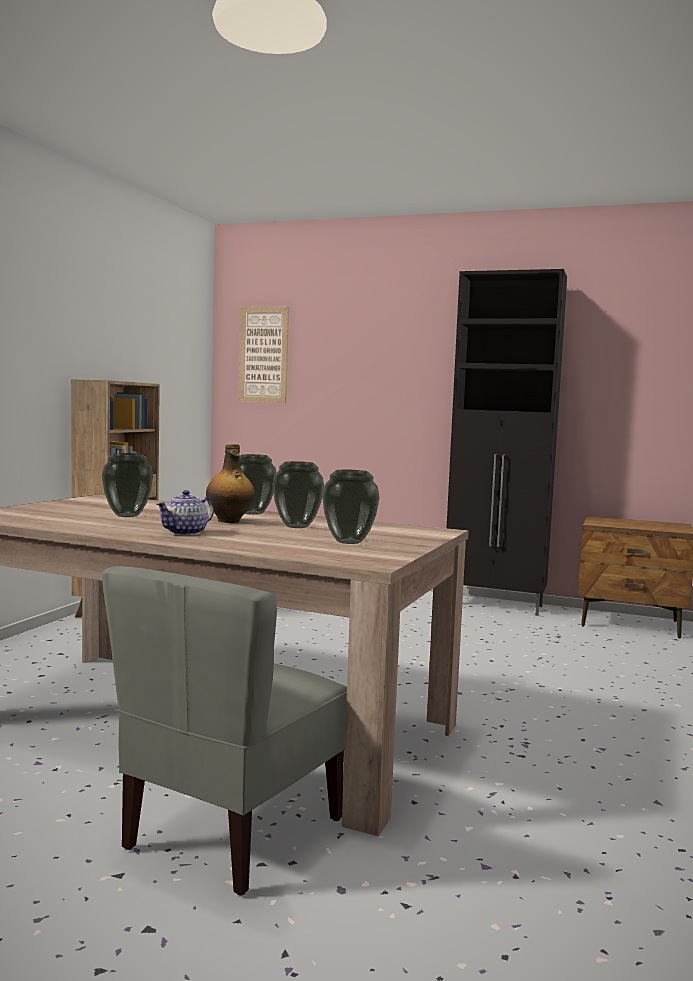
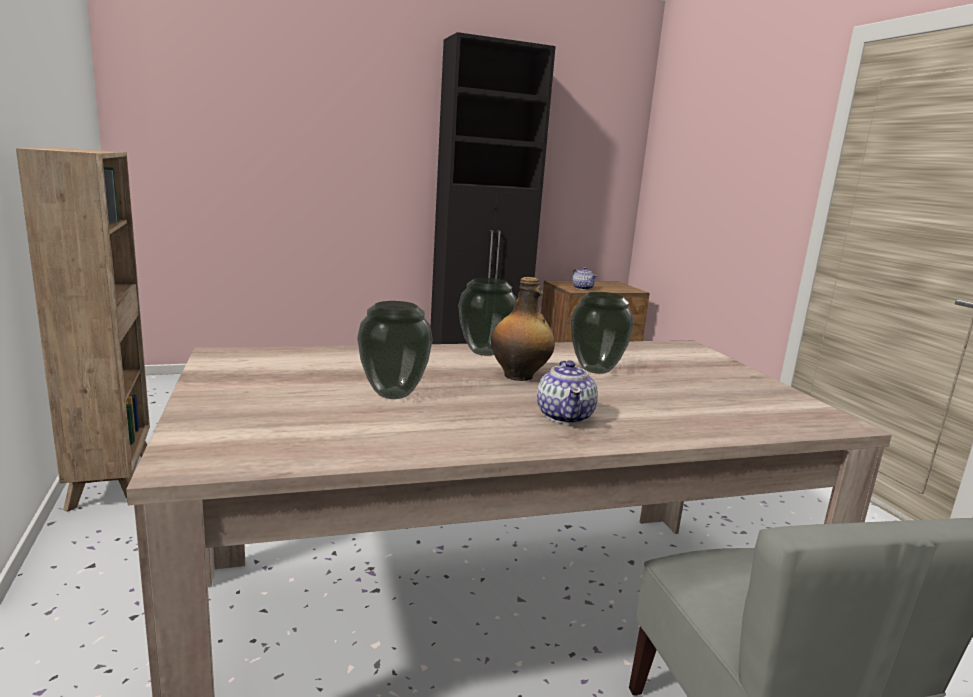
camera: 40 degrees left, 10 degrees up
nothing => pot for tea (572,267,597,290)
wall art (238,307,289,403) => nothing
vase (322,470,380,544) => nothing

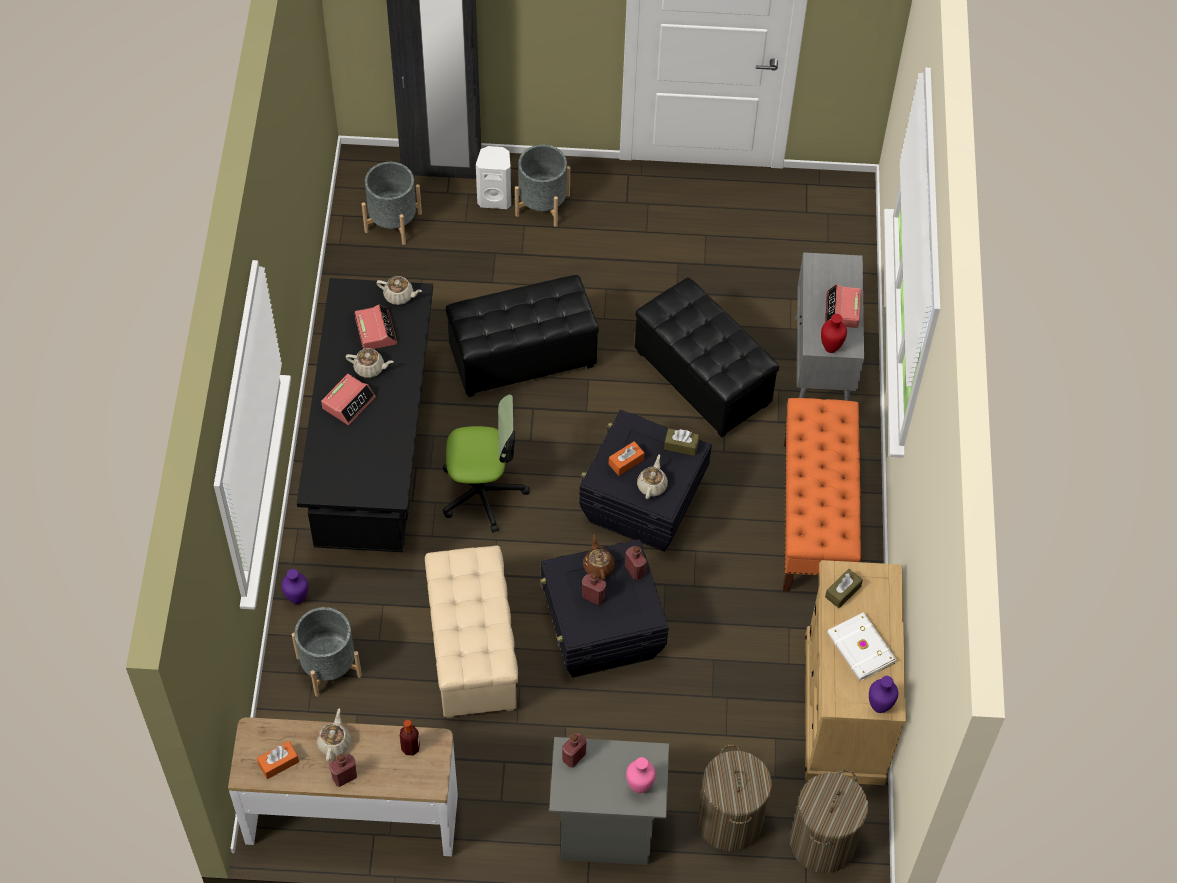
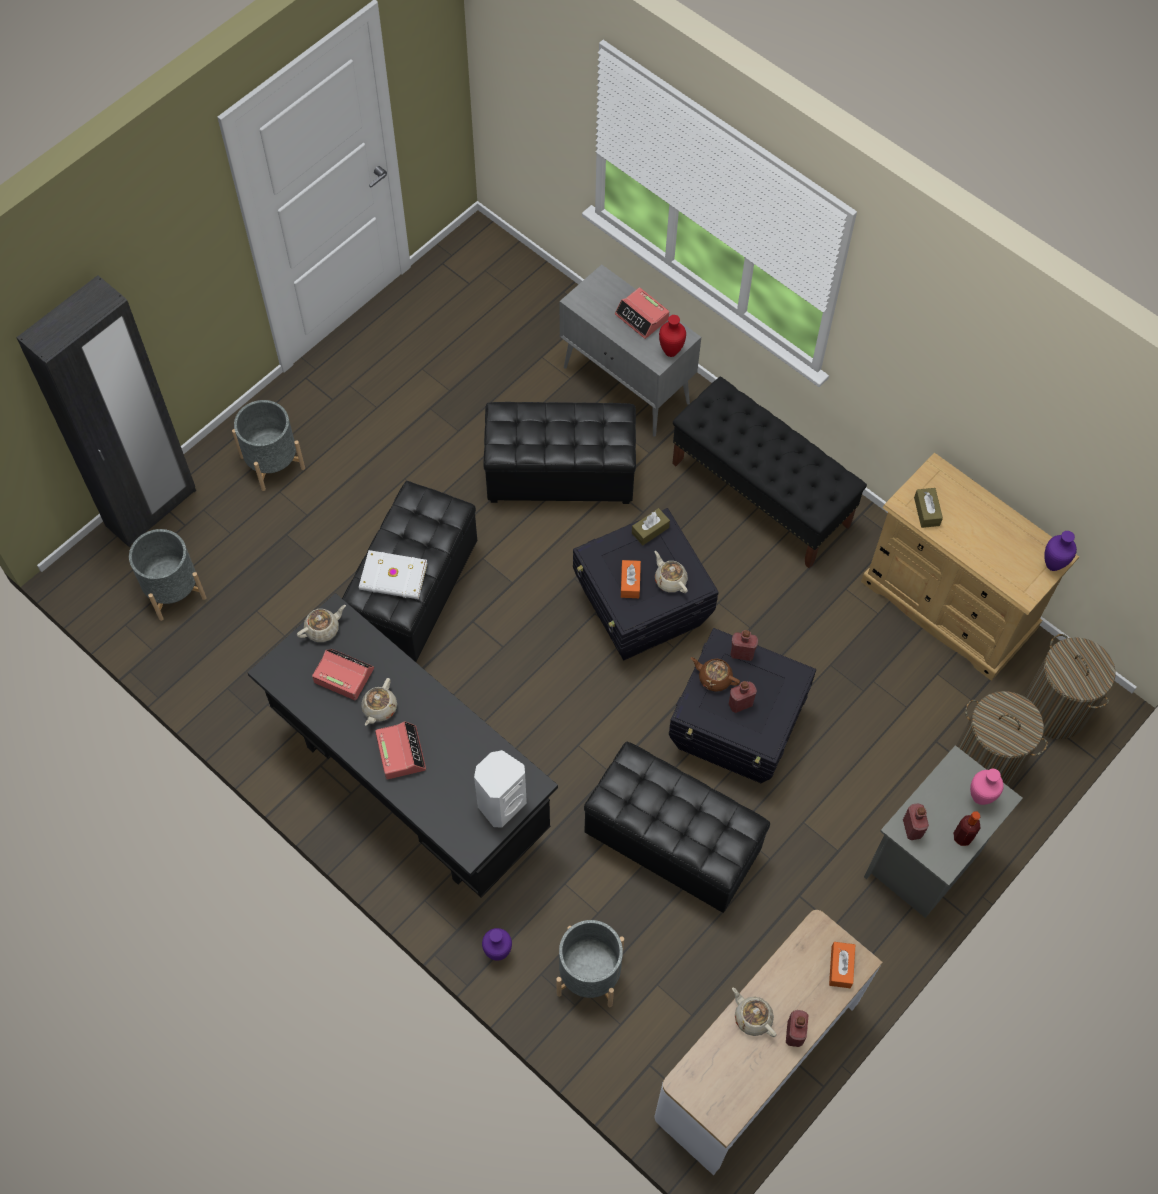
camera: 50 degrees left, 5 degrees up
bound book (whitish) (827,612,897,681) => bound book (whitish) (359,550,428,599), shifted
pot for tea (beige) (346,348,394,378) => pot for tea (beige) (361,678,397,726), 150 degrees clockwise
loudspeaker (whitish) (476,146,511,209) => loudspeaker (whitish) (474,750,527,828), shifted
pouffe (beige) (425,546,518,718) => pouffe (black) (584,742,770,913)
indoor bench (orange) (783,398,861,592) => indoor bench (black) (672,377,867,569)
tissue holder (orange) (257,741,299,779) => tissue holder (orange) (829,942,855,988), shifted
drink bottle (400,720,420,756) => drink bottle (953,812,981,846), shifted
desk chair (443,394,530,533) => nothing

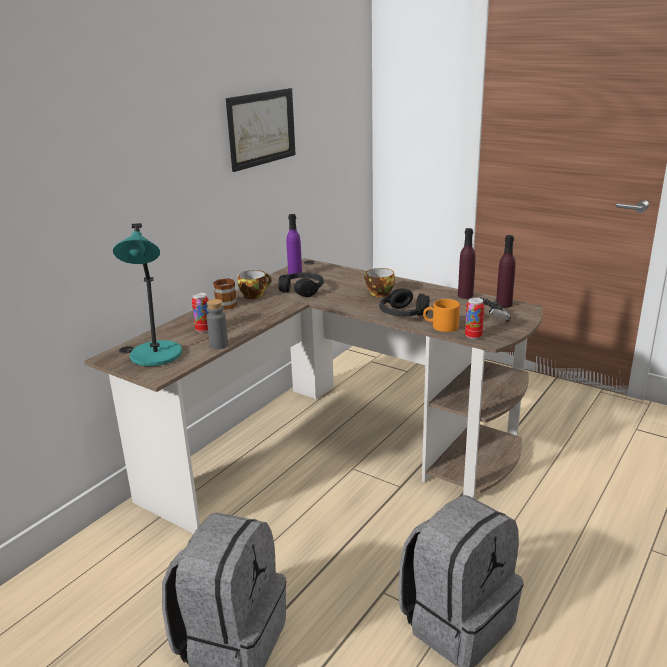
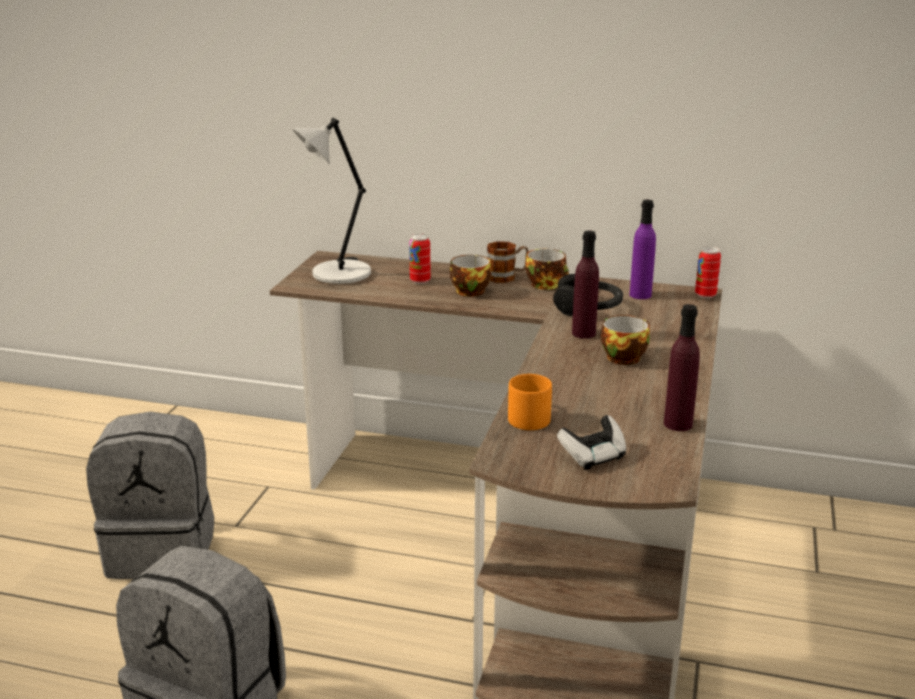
camera: 70 degrees right, 0 degrees up
table lamp (blue-green) (113,223,182,366) => table lamp (grey) (292,118,371,284)
nothing => cup (450,255,491,297)
drink bottle (purple) (496,235,516,308) => drink bottle (purple) (572,231,599,339), shifted
metal can (465,298,484,339) => metal can (695,246,721,298), shifted
drink bottle (grey) (207,299,228,349) => nothing
wall art (226,88,296,172) => nothing
pair of headphones (black) (380,288,430,316) => nothing

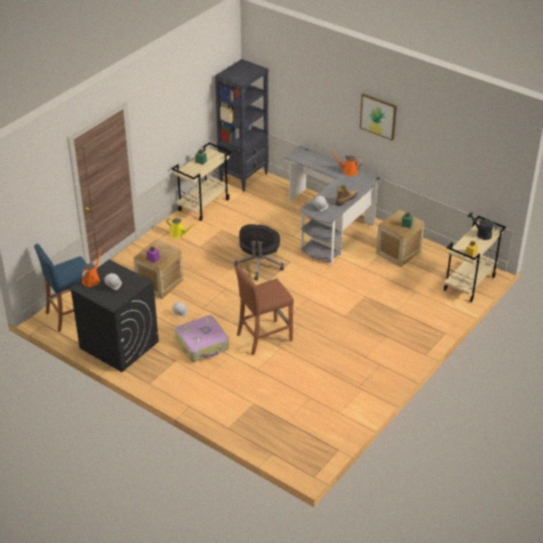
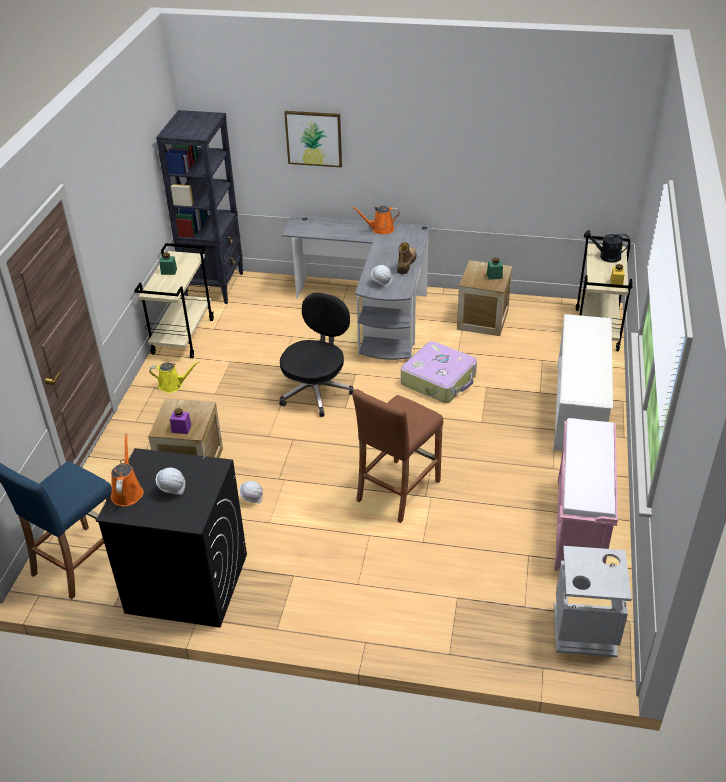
camera: 25 degrees left, 0 degrees up
desk chair (black) (234,224,284,280) => desk chair (black) (279,293,354,417), 135 degrees counterclockwise
wall art (360,94,397,141) => wall art (284,111,342,167), shifted
travel case (175,315,229,362) => travel case (401,341,477,403), shifted
nothing => shoe shelf (whitish) (553,314,613,452)
nothing => indoor bench (pinkish) (554,418,618,571)
nothing => rubbish bin (grey) (554,546,631,657)

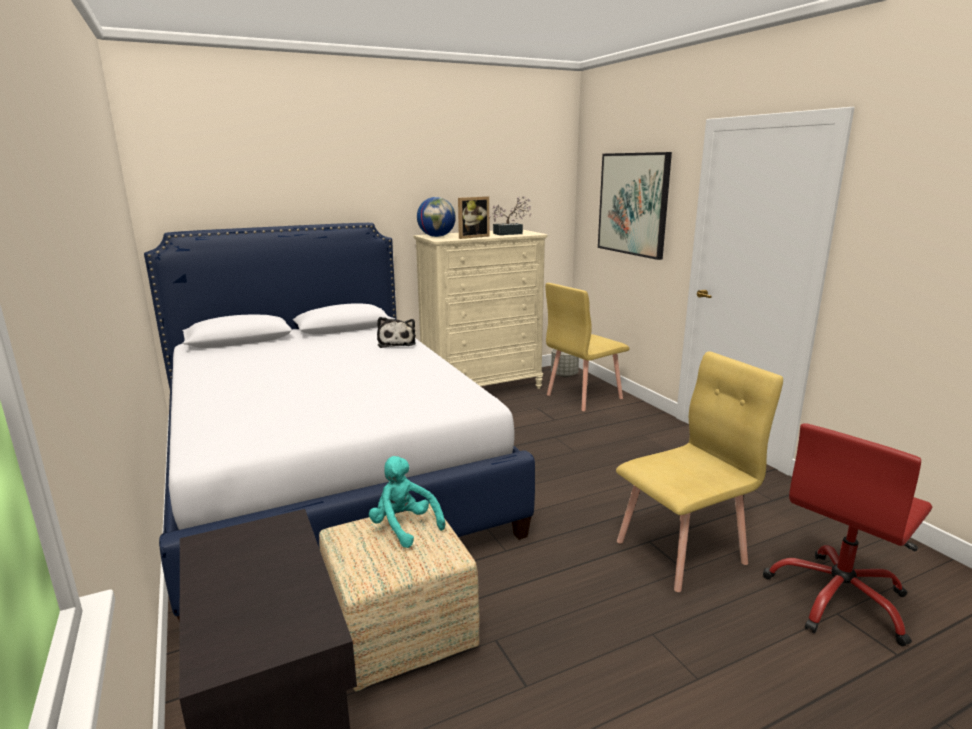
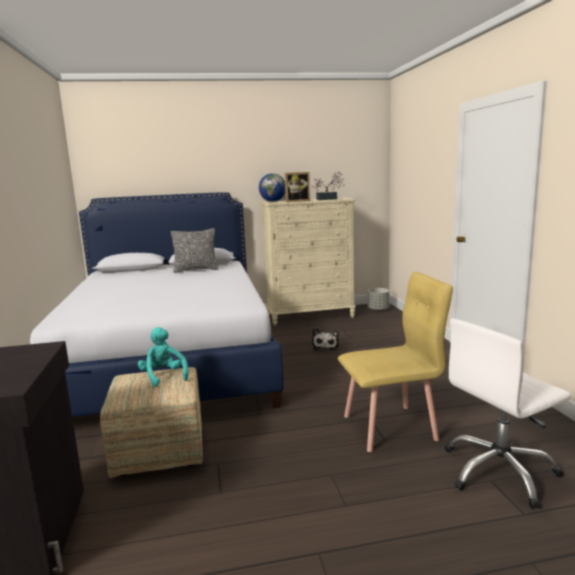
camera: 15 degrees right, 5 degrees down
nothing => throw pillow (171,228,219,273)
plush toy (377,317,416,348) => plush toy (312,328,339,350), shifted
desk chair (red-coloured) (763,423,932,646) => desk chair (whitish) (445,318,571,509)
plain chair (yellowish) (545,283,630,411) => nothing
wall art (598,152,672,260) => nothing

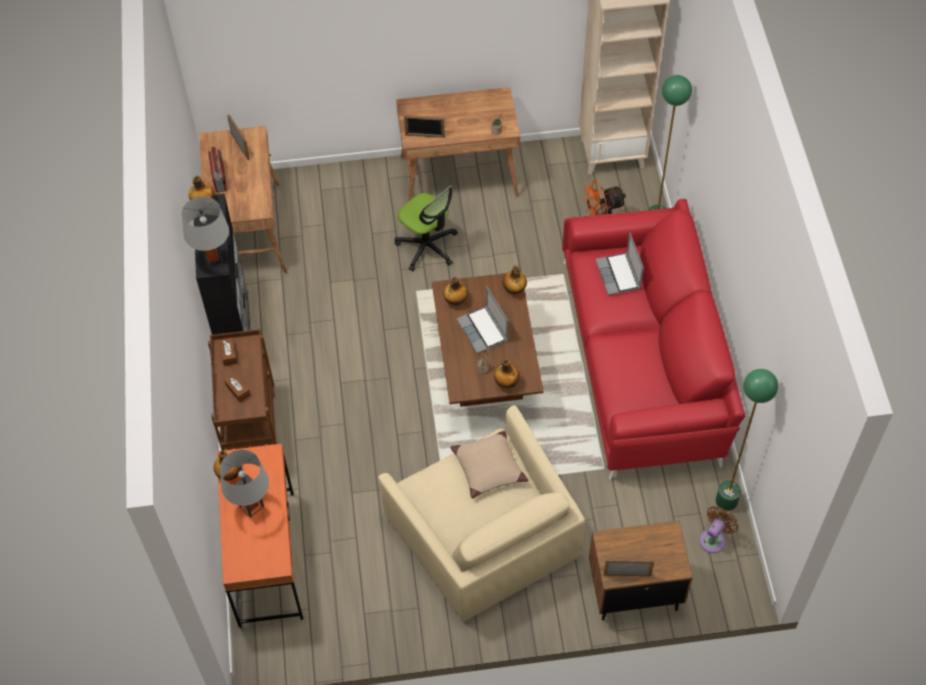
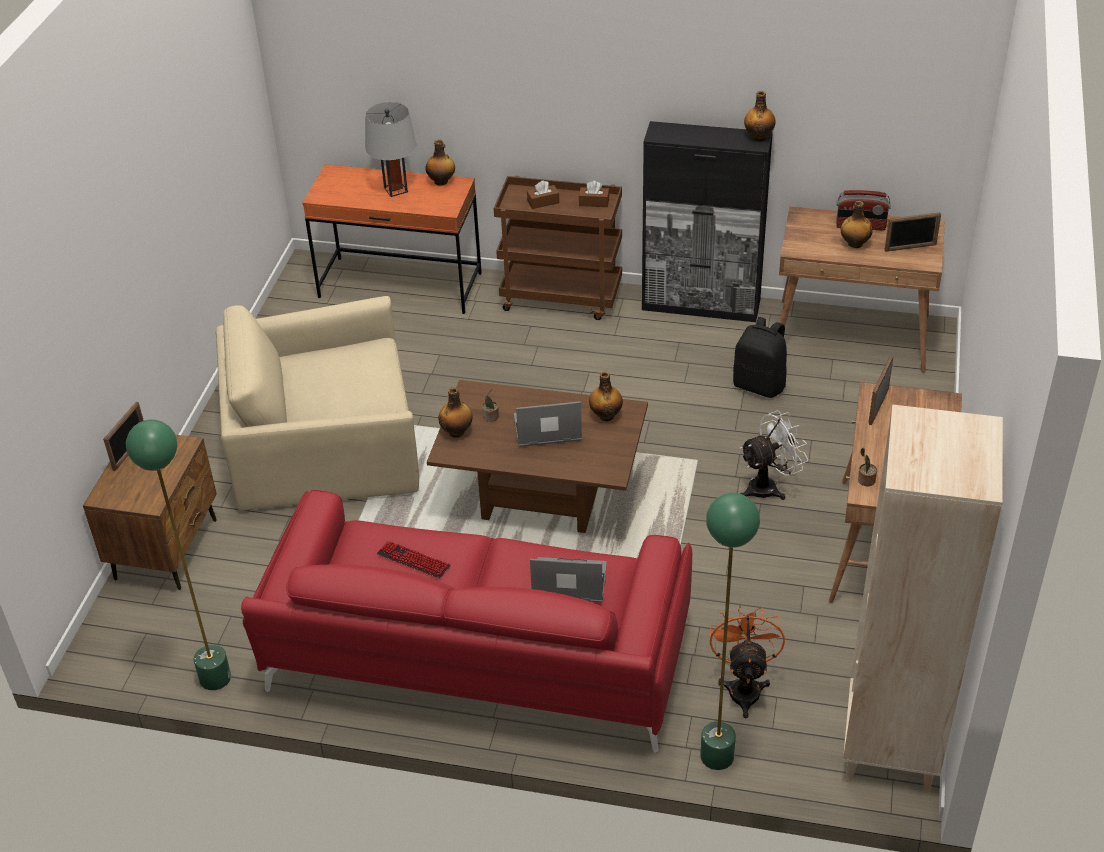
camera: 110 degrees right, 15 degrees down
nothing => PC keyboard (377,541,451,578)
nothing => rucksack (black) (733,317,787,398)
desk chair (395,185,458,271) => cooling fan (whitish) (740,410,808,500)
drink bottle (503,265,527,295) => drink bottle (841,201,873,248), shifted
table lamp (grey) (182,196,229,268) => nothing
throw pillow (beige) (450,431,528,499) => nothing
cooling fan (brownish) (699,506,738,553) => nothing

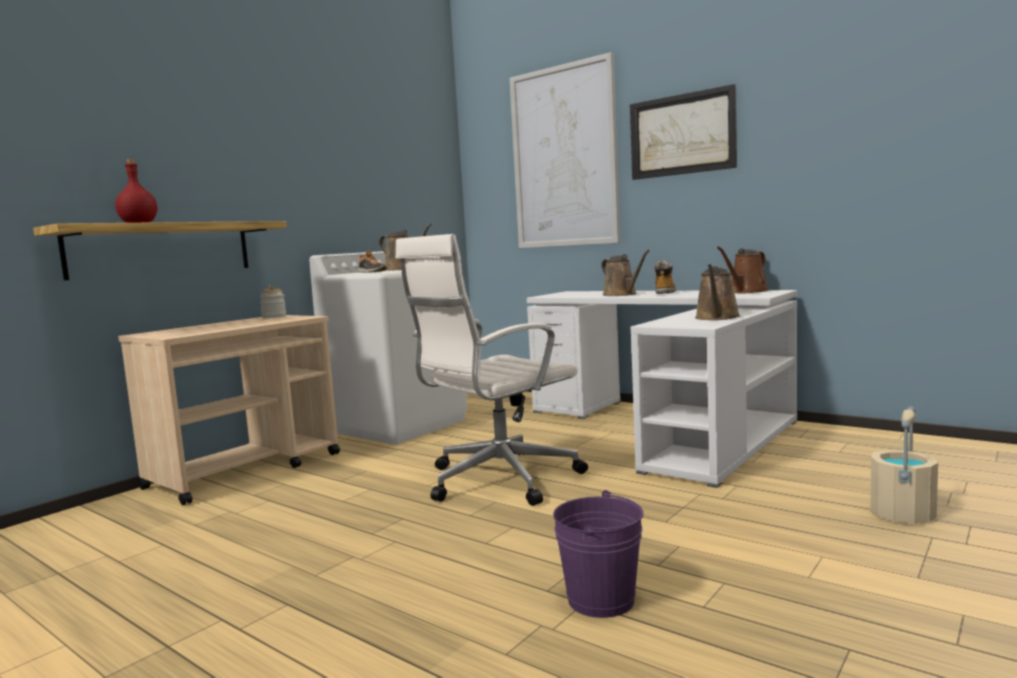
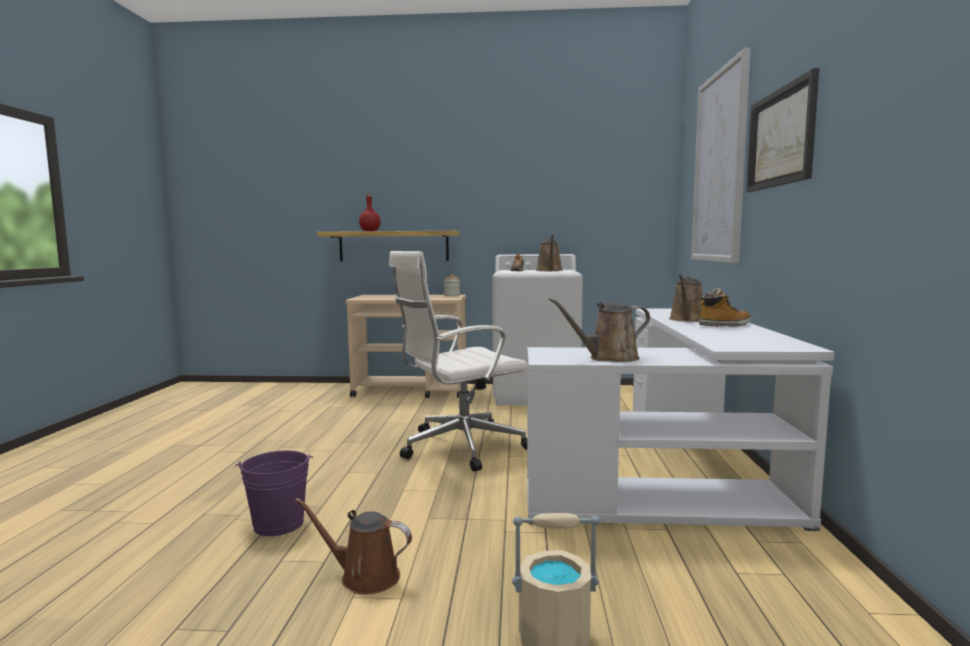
camera: 55 degrees right, 0 degrees up
watering can (brownish) (717,247,769,294) => watering can (brownish) (295,498,412,595), shifted
desk chair (whitish) (395,234,588,506) => desk chair (whitish) (389,251,527,472), 45 degrees counterclockwise

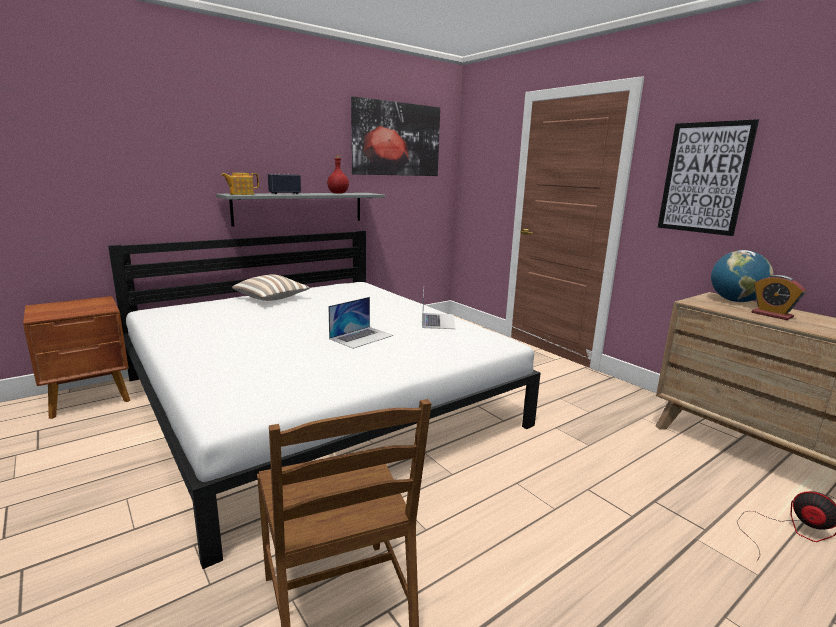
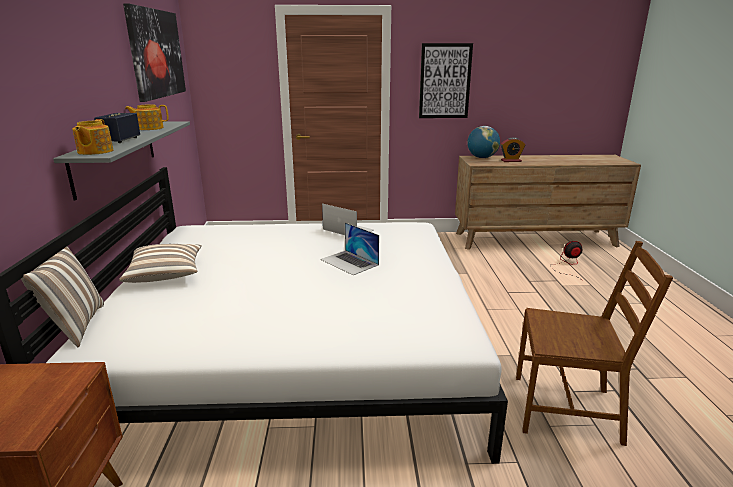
camera: 55 degrees left, 5 degrees up
nothing => throw pillow (21,246,104,347)
drink bottle (red-coloured) (327,155,349,194) => pot for tea (125,104,169,130)
portable computer (328,297,393,349) => portable computer (320,223,379,275), 150 degrees clockwise

